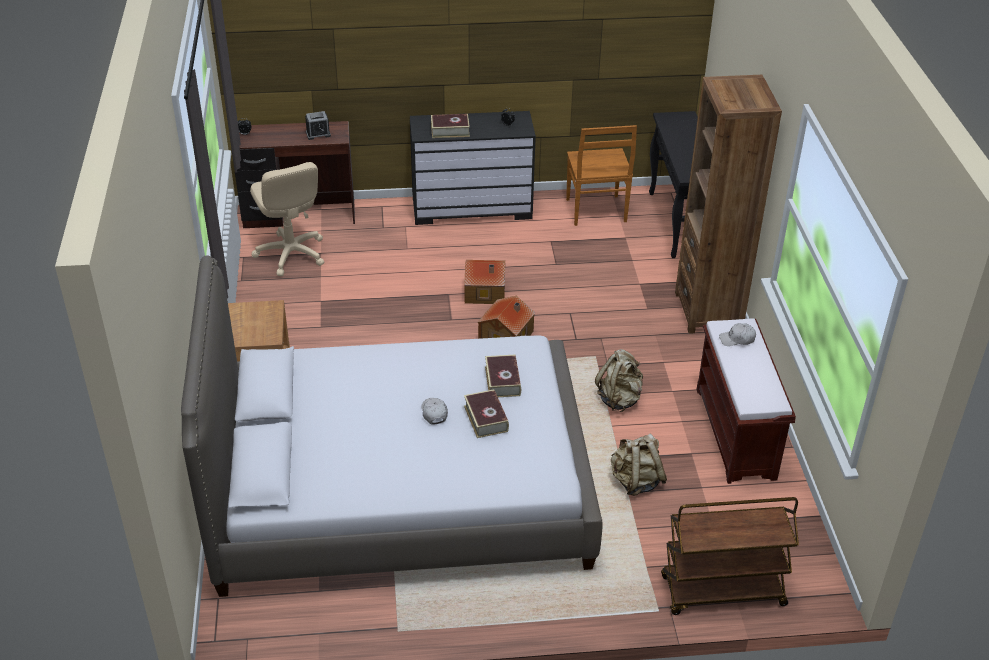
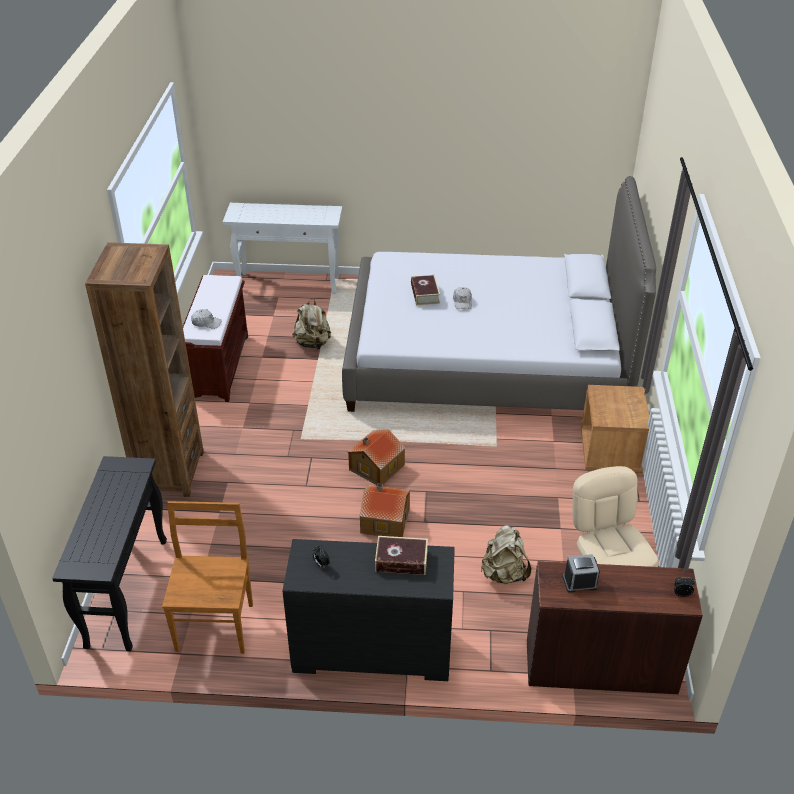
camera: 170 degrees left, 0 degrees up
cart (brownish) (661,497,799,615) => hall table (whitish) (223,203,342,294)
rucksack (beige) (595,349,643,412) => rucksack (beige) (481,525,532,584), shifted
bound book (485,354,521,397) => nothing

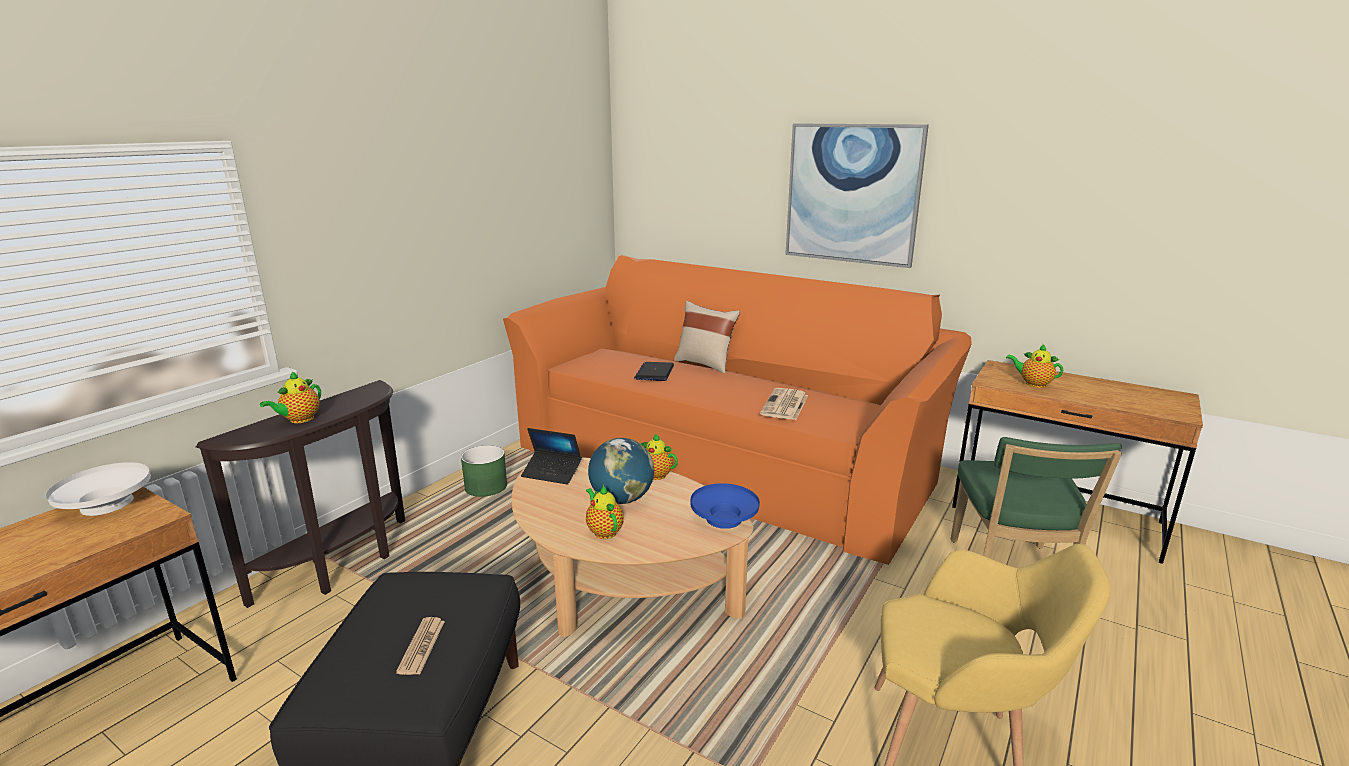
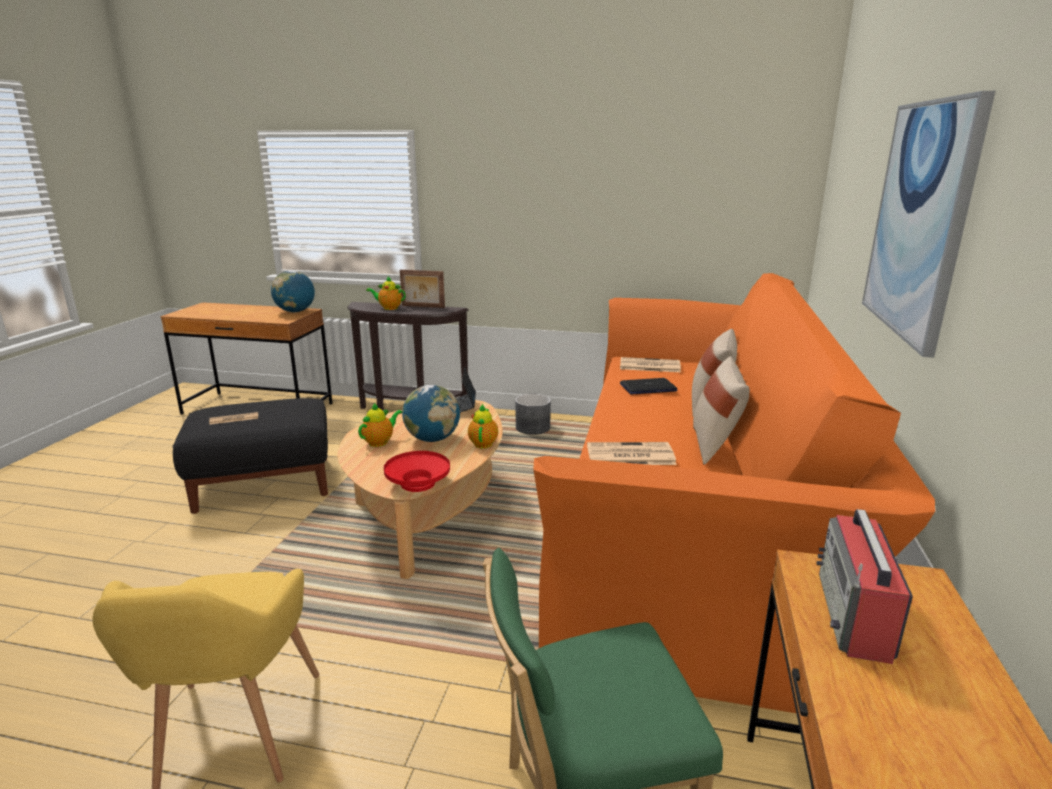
camera: 70 degrees right, 0 degrees up
bowl (whitish) (46,462,151,516) => desk globe (271,270,315,312)
bowl (blue-coloured) (690,483,760,529) => bowl (red-coloured) (384,451,450,492)
nothing => standing frame (400,270,445,308)
flower pot (greenish) (461,445,507,497) => flower pot (grey) (515,394,551,435)
nothing => printed paper (620,357,681,372)
nothing => throw pillow (beige) (693,356,750,465)
pot for tea (1006,343,1063,388) => radio set (817,509,913,664)

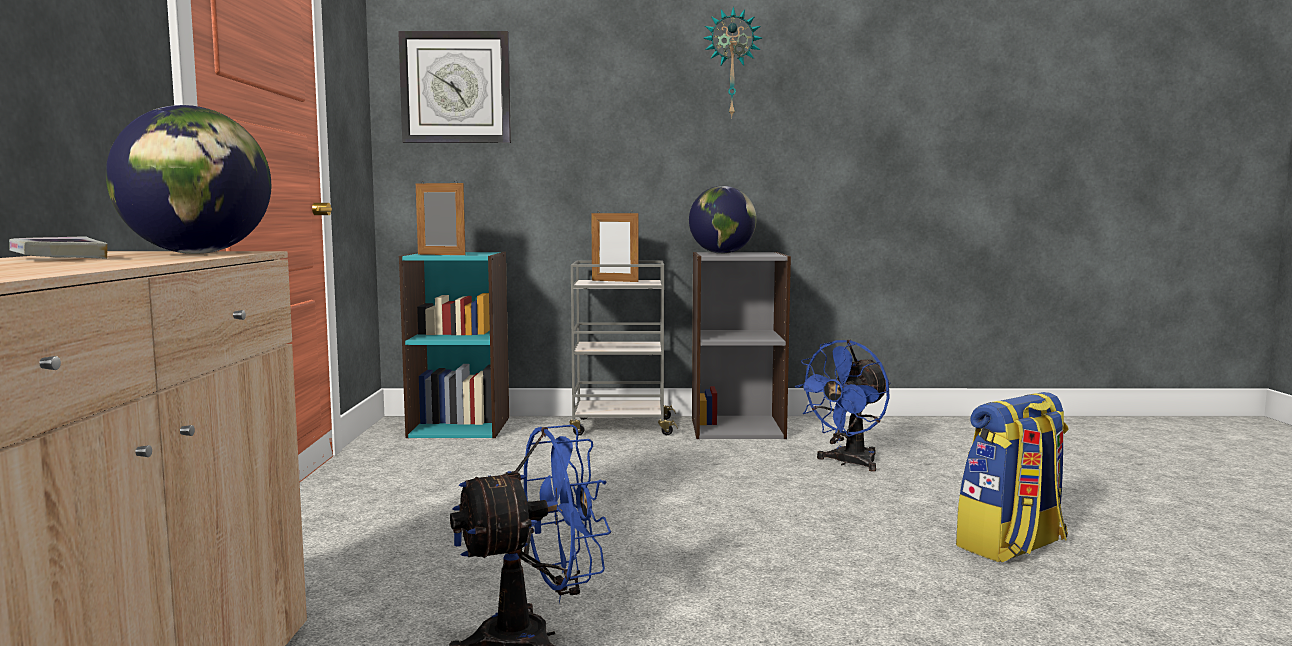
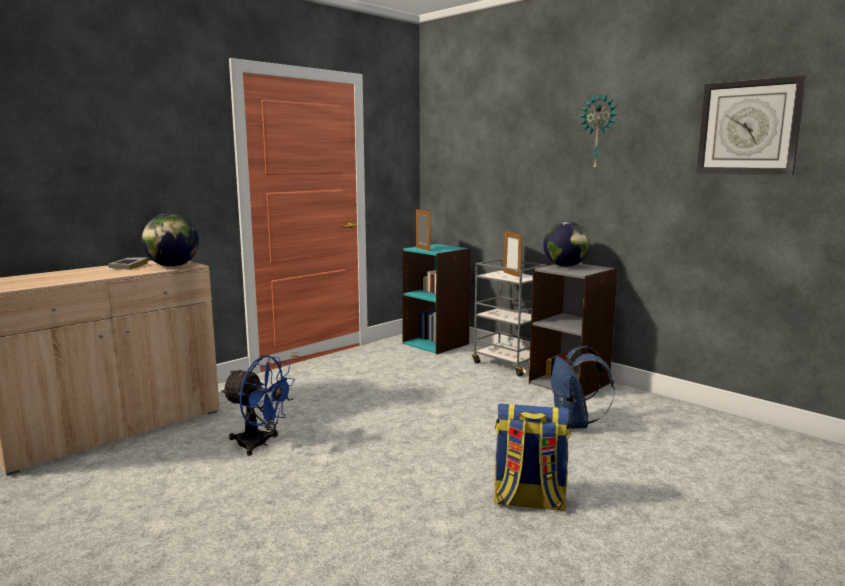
camera: 45 degrees right, 5 degrees up
cooling fan (blue-coloured) (795,340,890,472) => rucksack (blue-coloured) (551,346,615,429)
clock on the wall (398,31,511,143) => clock on the wall (696,76,807,175), shifted

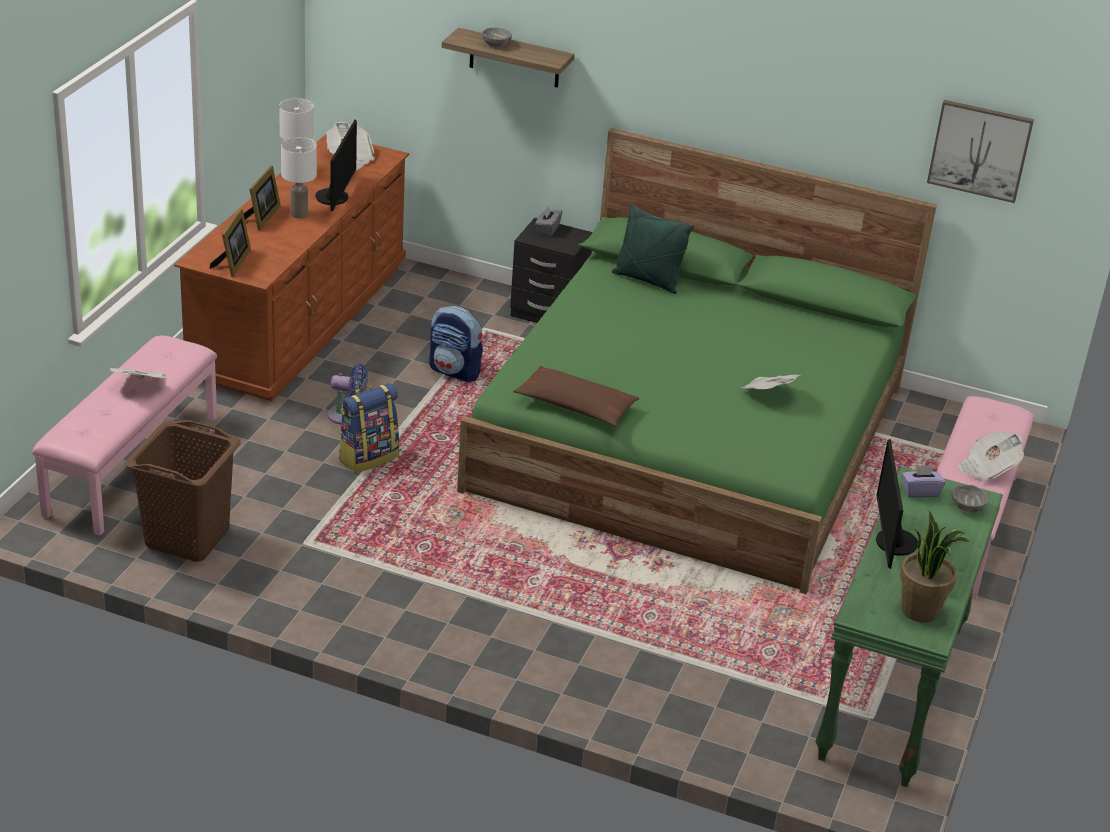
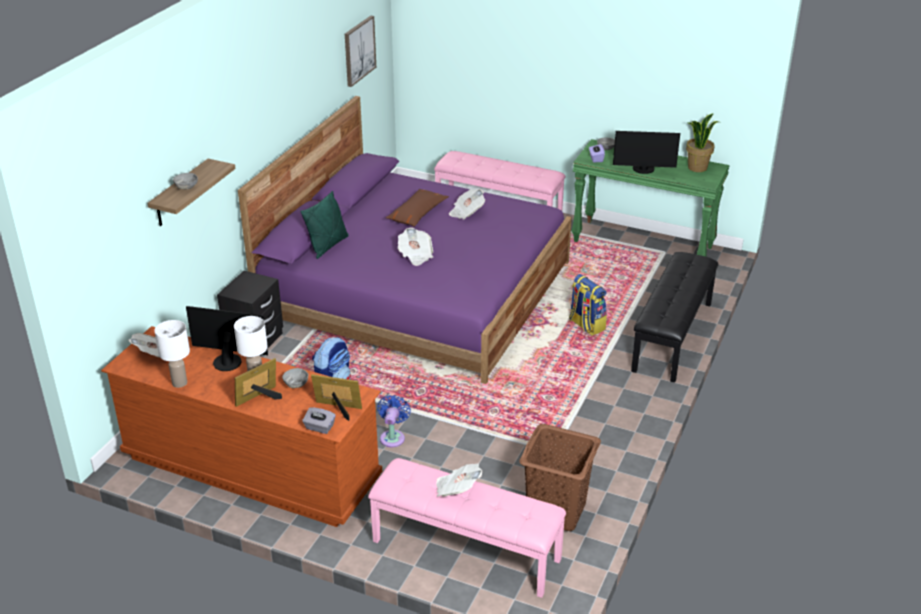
camera: 85 degrees left, 0 degrees up
standing frame (243,165,280,231) => standing frame (235,358,282,407), 60 degrees counterclockwise
bed (greenish) (457,128,937,594) => bed (purple) (238,96,572,384)
nothing => bowl (grey) (282,368,308,388)
tissue holder (grey) (535,206,562,236) => tissue holder (grey) (302,407,336,434), shifted
throw pillow (brownish) (513,366,640,426) => throw pillow (brownish) (386,189,449,227), shifted
printed paper (958,430,1024,482) => printed paper (398,228,433,266), shifted
rucksack (339,383,399,473) => rucksack (569,274,607,336), shifted
nothing => indoor bench (black) (631,252,719,383)

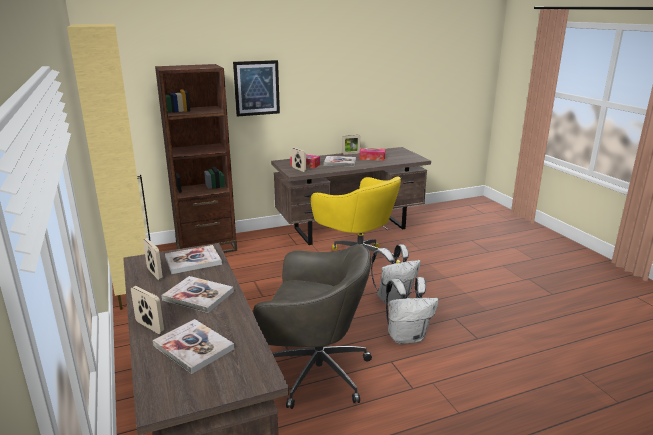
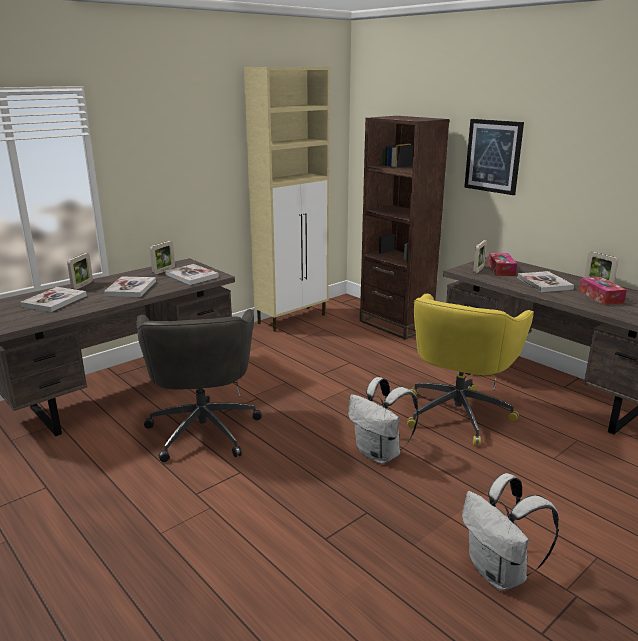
camera: 70 degrees right, 0 degrees up
rucksack (whitish) (386,277,439,344) => rucksack (whitish) (462,473,559,591), shifted

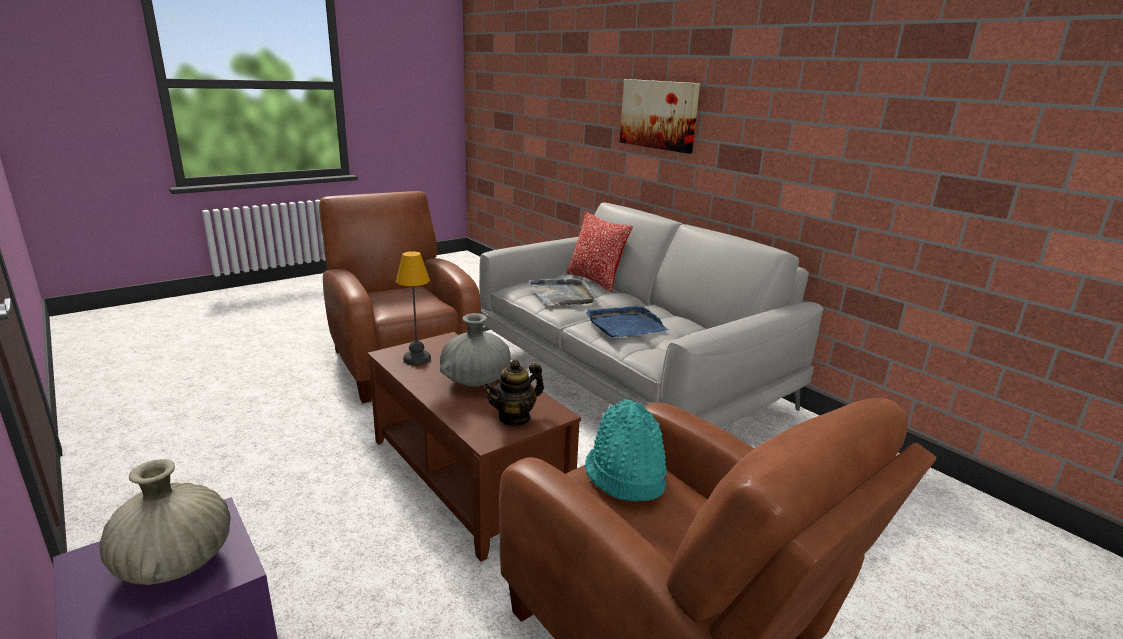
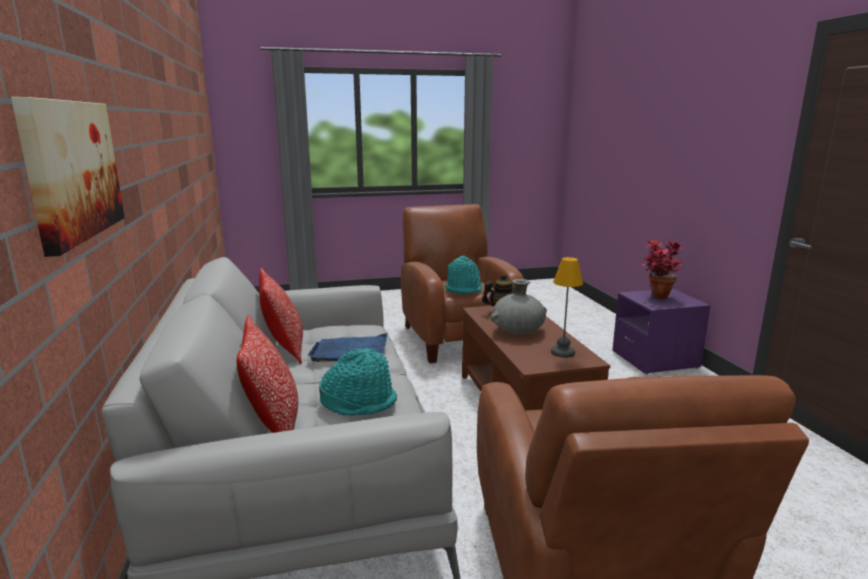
camera: 155 degrees left, 5 degrees down
nothing => throw pillow (259,268,303,364)
serving tray (grey) (528,278,597,305) => wearable hat (blue-green) (319,348,397,416)
vase (beige) (100,459,230,585) => potted plant (641,239,684,299)

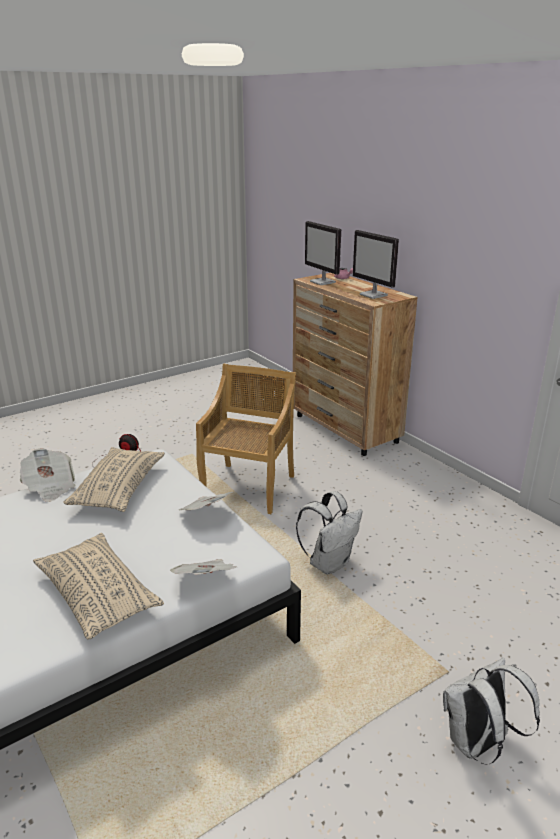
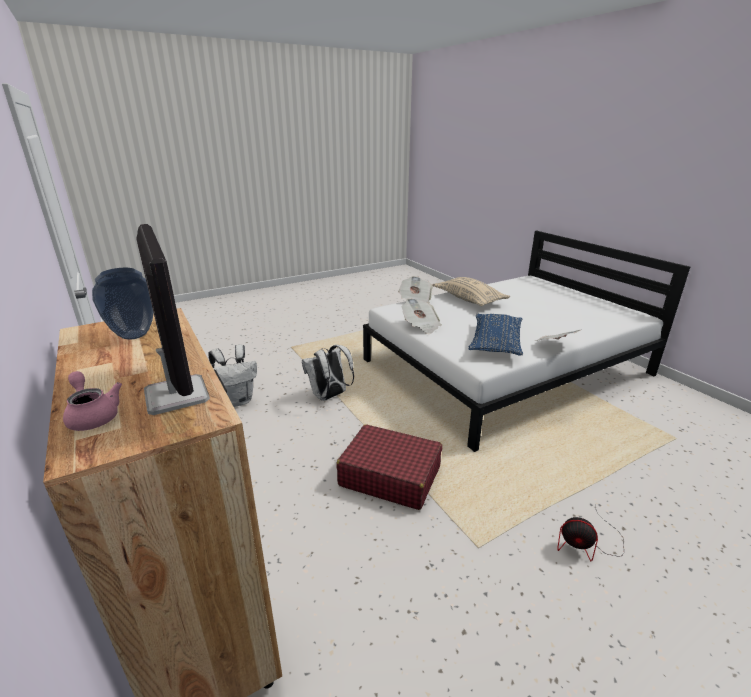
camera: 175 degrees left, 0 degrees up
monitor (353,230,399,299) => vase (92,268,154,340)
rucksack (whitish) (443,658,540,765) => rucksack (whitish) (208,345,257,407), shifted
plain chair (beige) (196,364,296,514) => travel case (red-coloured) (336,424,442,510)
throw pillow (beige) (63,447,165,512) => throw pillow (blue-coloured) (469,314,523,356)

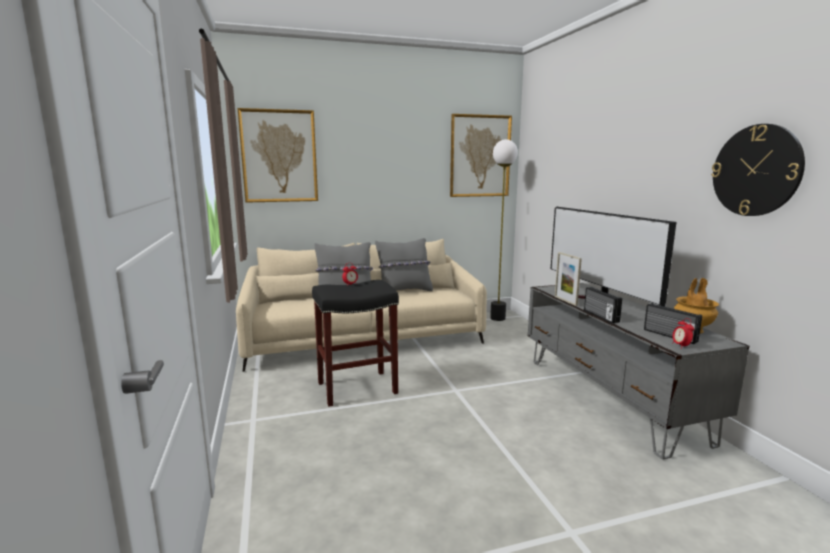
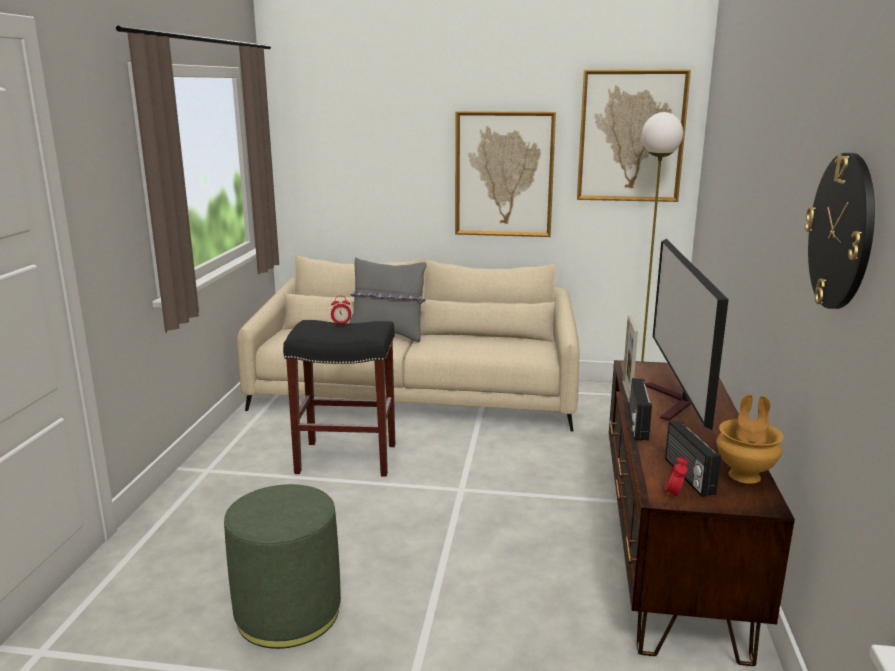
camera: 25 degrees right, 5 degrees up
nothing => pouffe (greenish) (224,484,341,649)
wall art (237,108,318,203) => wall art (455,111,556,237), shifted
tv stand (grey) (528,283,749,459) => tv stand (brownish) (609,360,795,666)
throw pillow (grey) (375,238,433,291) => nothing

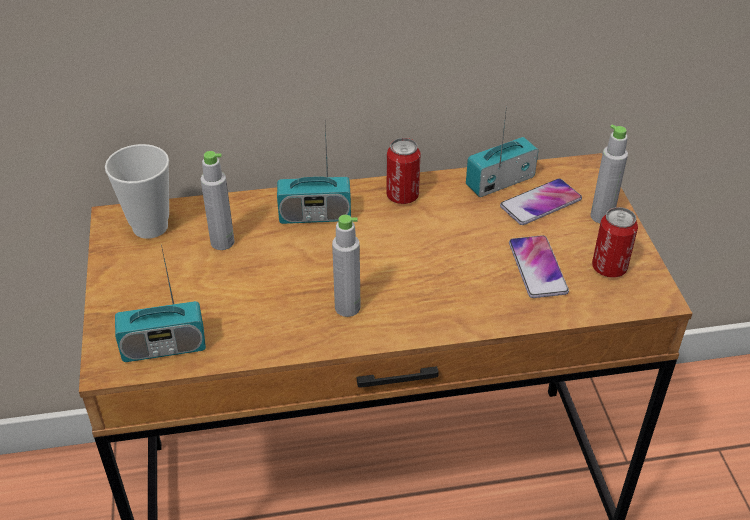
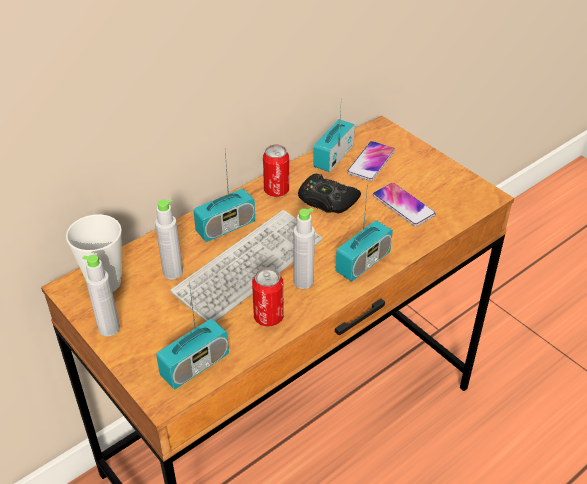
camera: 30 degrees left, 0 degrees up
drink bottle (grey) (590,124,628,223) => drink bottle (grey) (83,255,120,336), shifted
nothing => PC keyboard (170,210,323,322)
metal can (592,207,638,278) => metal can (252,267,284,326), shifted
nothing => gamepad (black) (298,174,361,213)
nothing => radio set (335,181,393,282)

